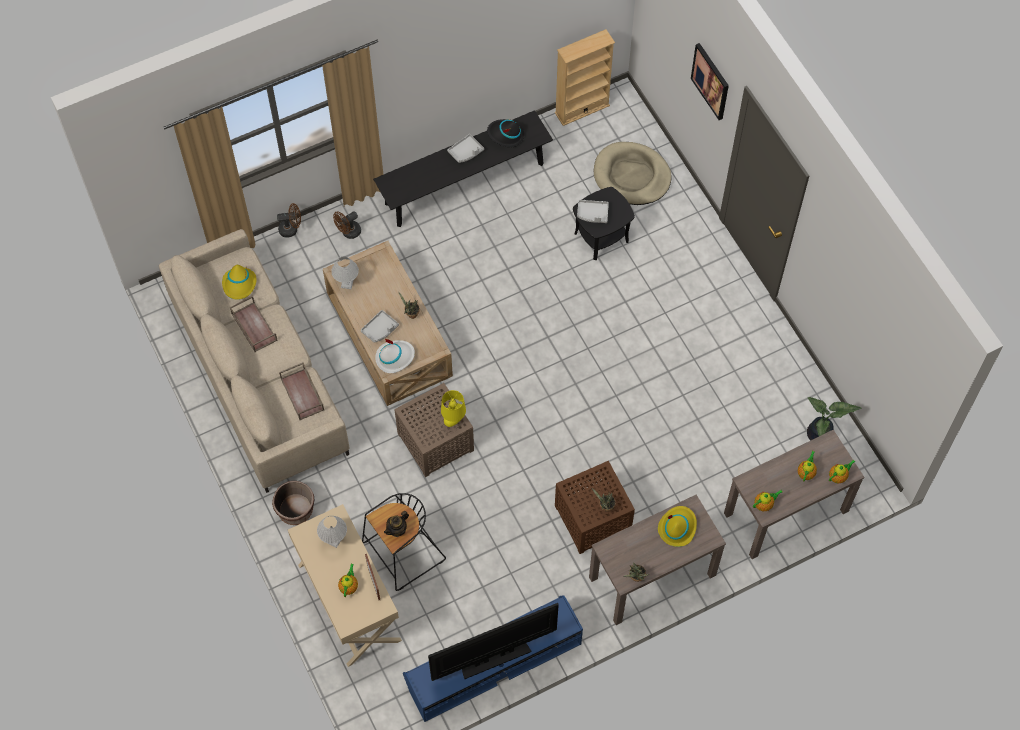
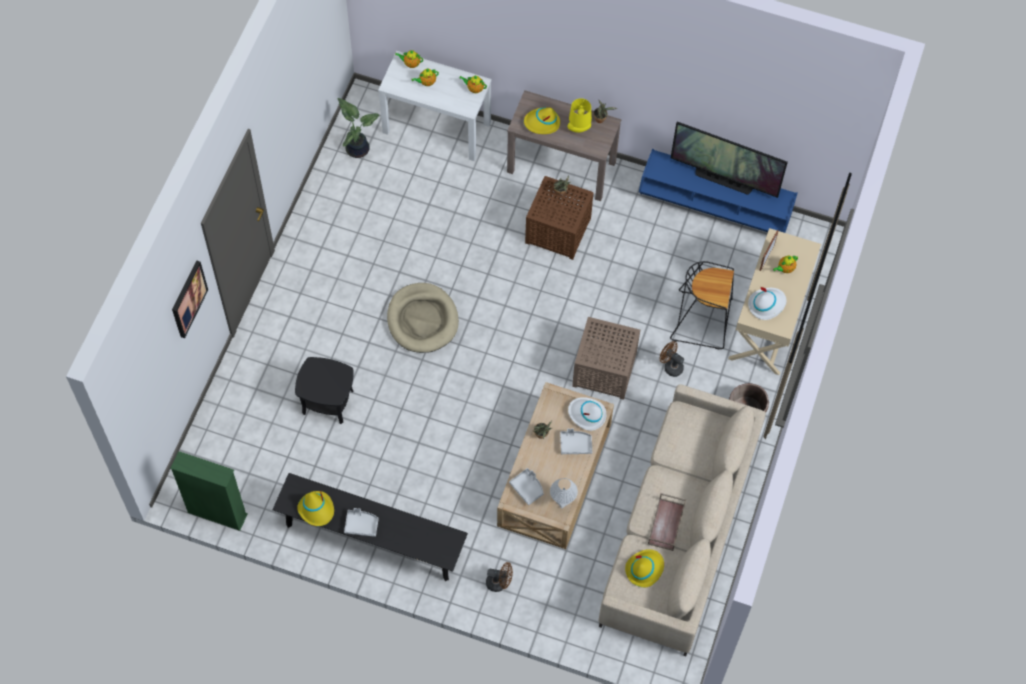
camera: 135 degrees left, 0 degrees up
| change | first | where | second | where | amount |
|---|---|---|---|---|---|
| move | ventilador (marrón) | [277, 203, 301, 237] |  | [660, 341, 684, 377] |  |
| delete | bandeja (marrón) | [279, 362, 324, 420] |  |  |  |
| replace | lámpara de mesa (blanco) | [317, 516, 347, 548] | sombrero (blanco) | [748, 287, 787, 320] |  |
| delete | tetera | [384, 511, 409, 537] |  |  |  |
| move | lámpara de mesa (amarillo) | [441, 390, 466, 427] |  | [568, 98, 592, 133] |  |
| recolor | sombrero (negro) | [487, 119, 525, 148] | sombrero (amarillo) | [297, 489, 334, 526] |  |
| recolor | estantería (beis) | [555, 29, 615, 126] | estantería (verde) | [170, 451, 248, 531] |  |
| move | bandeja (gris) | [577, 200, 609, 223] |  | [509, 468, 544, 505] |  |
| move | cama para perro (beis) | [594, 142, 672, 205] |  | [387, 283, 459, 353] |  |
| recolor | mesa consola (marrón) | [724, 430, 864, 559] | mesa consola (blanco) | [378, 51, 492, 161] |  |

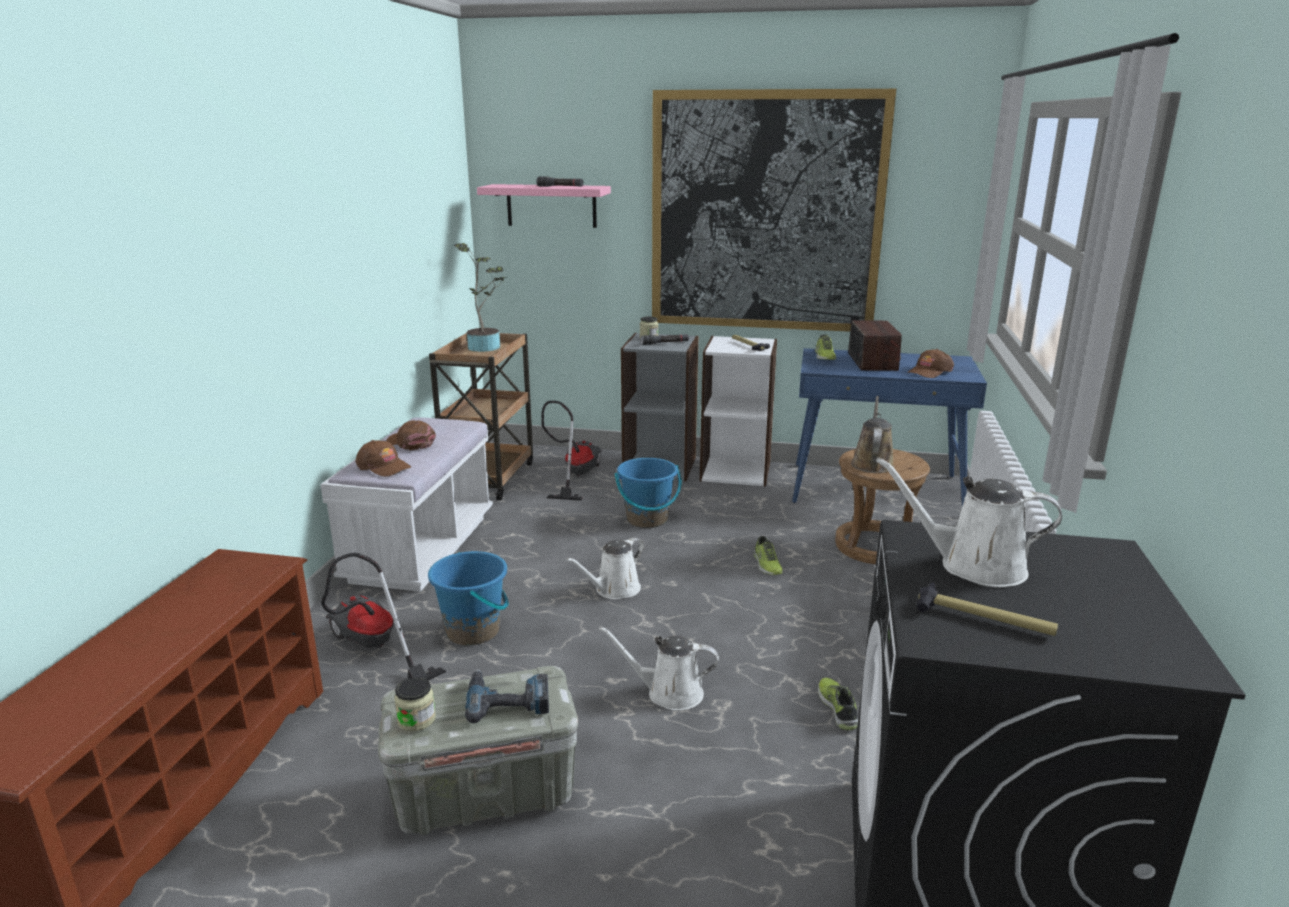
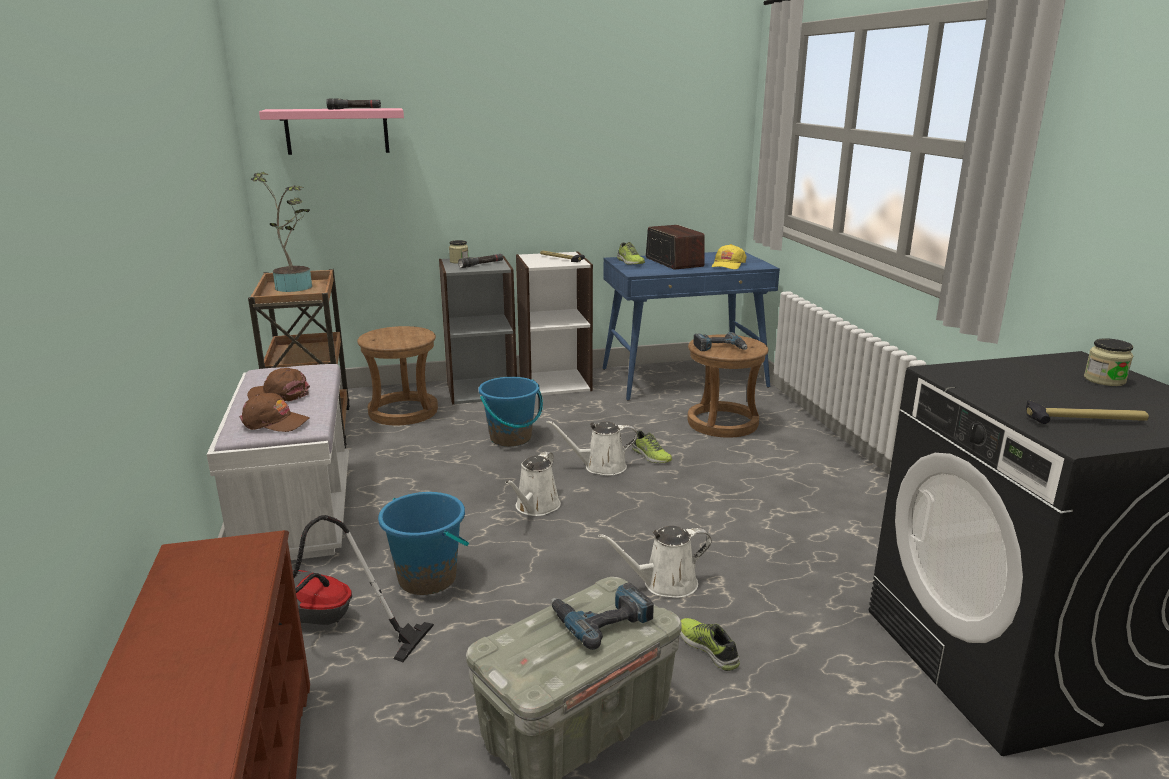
camera: 25 degrees left, 0 degrees up
| change | first | where | second | where | amount |
|---|---|---|---|---|---|
| move | tarro | [394, 677, 436, 731] |  | [1084, 338, 1133, 386] |  |
| replace | aspiradora | [541, 400, 602, 501] | taburete (marrón) | [357, 326, 438, 425] |  |
| delete | cuadro | [652, 89, 896, 332] |  |  |  |
| move | zapato | [818, 678, 858, 730] |  | [680, 618, 740, 671] |  |
| replace | regadera (marrón) | [851, 396, 894, 473] | taladro | [693, 332, 747, 351] |  |
| move | regadera (blanco) | [876, 457, 1062, 587] |  | [547, 420, 638, 476] |  |
| recolor | gorra (marrón) | [907, 349, 954, 378] | gorra (amarillo) | [712, 244, 746, 269] |  |

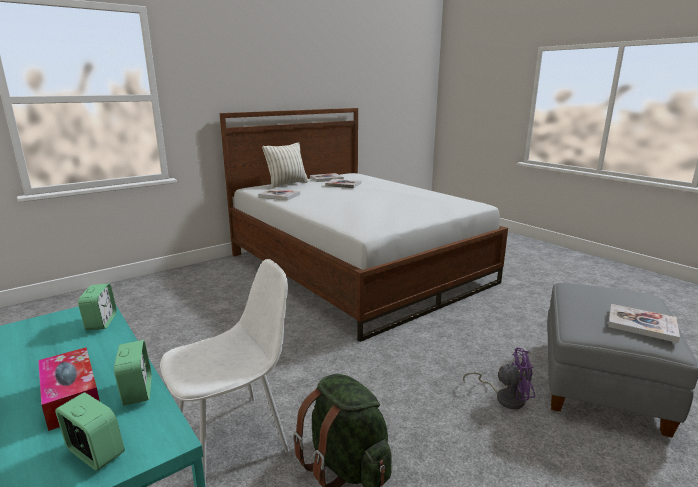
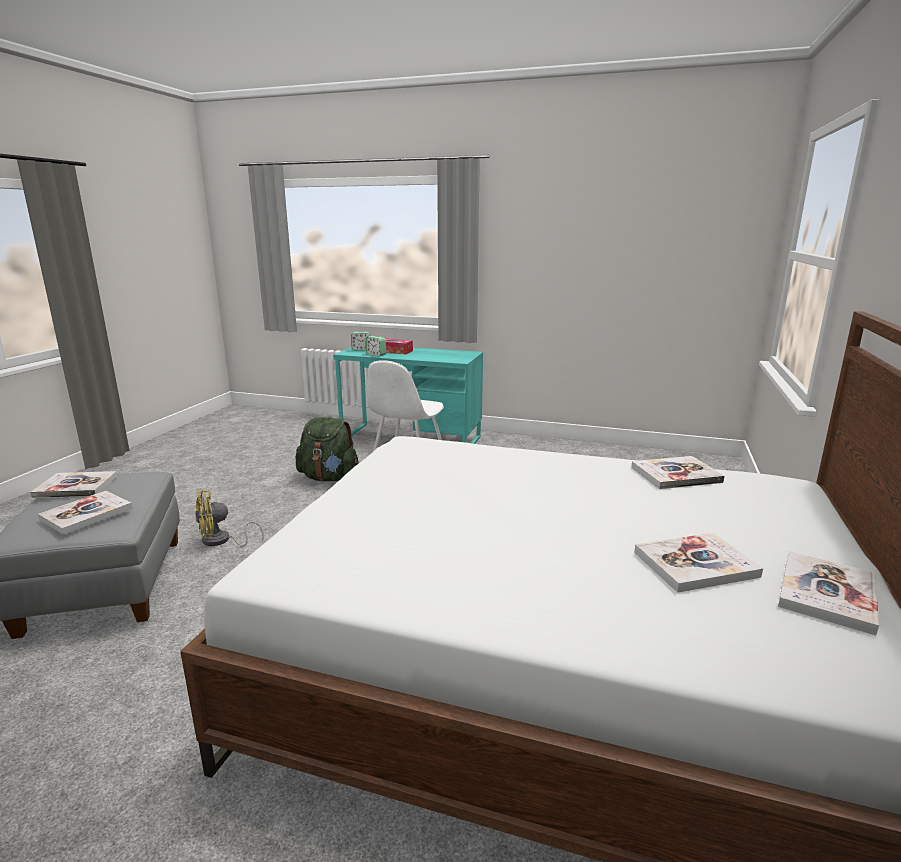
camera: 145 degrees right, 0 degrees up
| change | first | where | second | where | amount |
|---|---|---|---|---|---|
| delete | despertador | [78, 284, 116, 331] |  |  |  |
| delete | cojín | [262, 142, 308, 188] |  |  |  |
| recolor | ventilador (morado) | [463, 348, 535, 409] | ventilador (amarillo) | [195, 490, 264, 547] |  |
| insert |  |  | libro | [38, 491, 133, 535] |  |

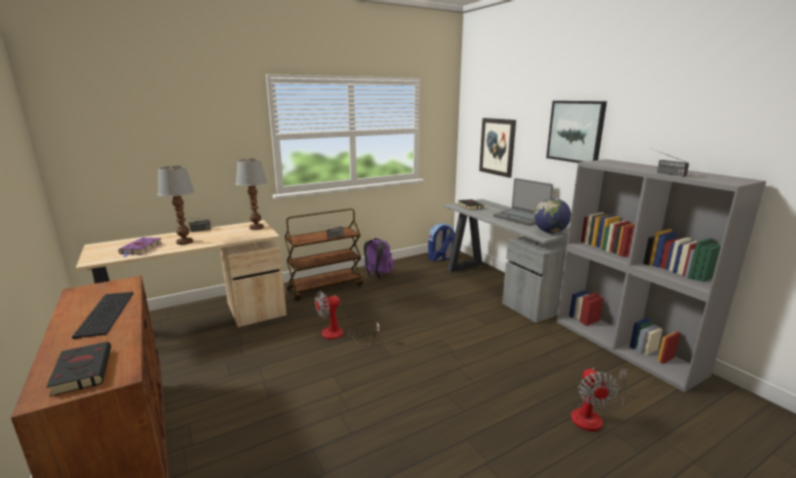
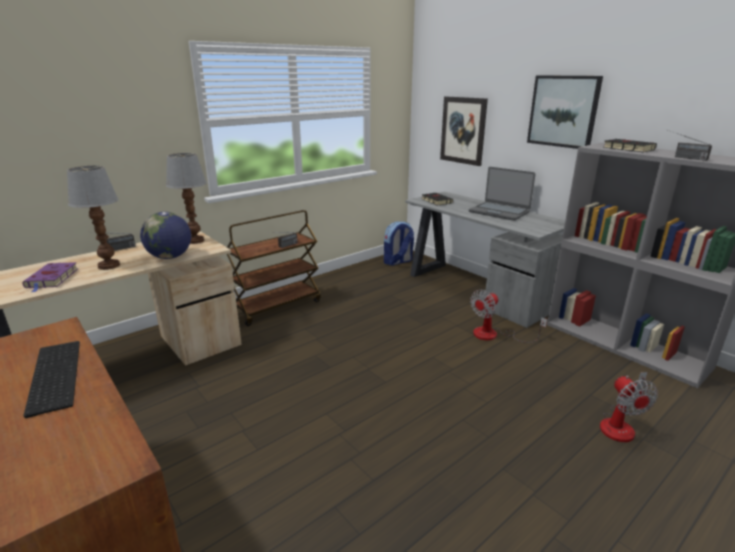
camera: 10 degrees left, 5 degrees up
| change | first | where | second | where | amount |
|---|---|---|---|---|---|
| move | libro (negro) | [46, 342, 111, 397] |  | [603, 139, 657, 152] |  |
| move | ventilador | [315, 291, 380, 345] |  | [470, 290, 547, 343] |  |
| delete | mochila (morado) | [364, 238, 394, 278] |  |  |  |
| move | globo terráqueo | [534, 198, 571, 233] |  | [140, 212, 191, 259] |  |

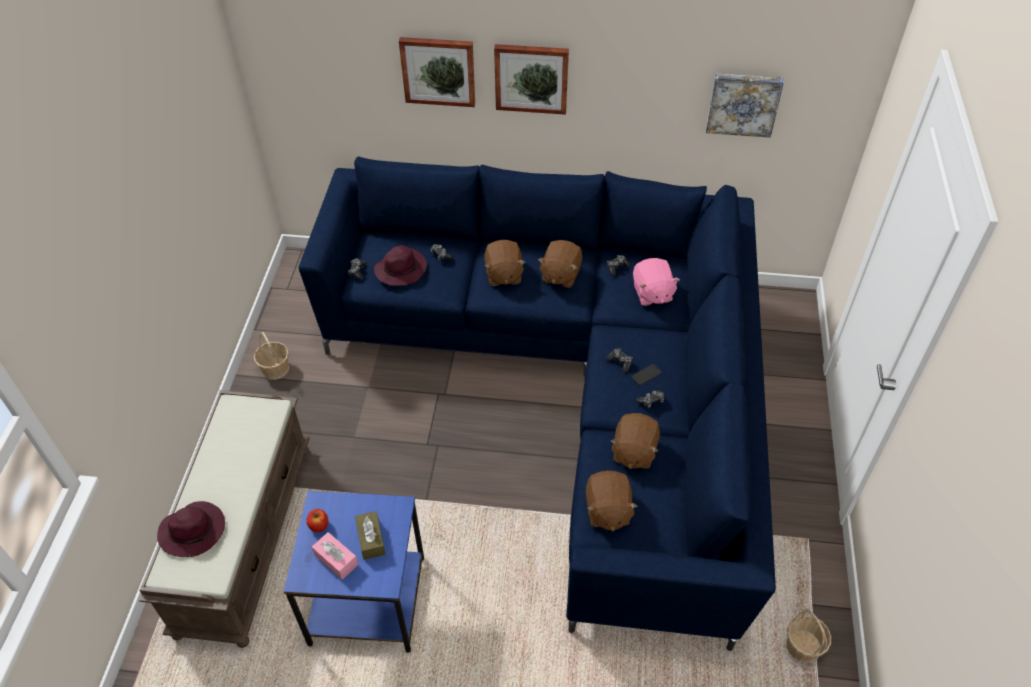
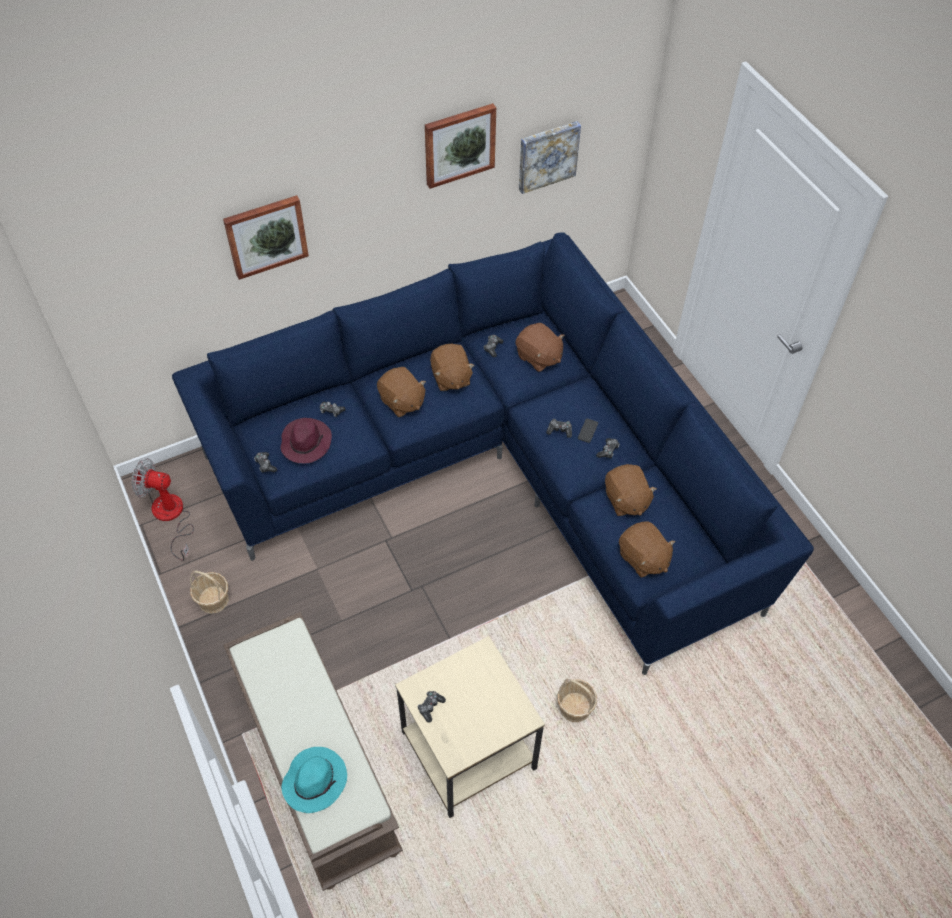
camera: 35 degrees left, 5 degrees up
| change | first | where | second | where | amount |
|---|---|---|---|---|---|
| recolor | sombrero (morado) | [157, 501, 225, 557] | sombrero (turquesa) | [282, 747, 347, 813] |  |
| recolor | mesa auxiliar (azul) | [283, 491, 424, 653] | mesa auxiliar (beis) | [395, 636, 545, 818] |  |
| replace | manzana | [306, 509, 328, 532] | mando de consola | [417, 691, 446, 723] |  |
| delete | caja de pañuelos (rosa) | [312, 532, 358, 580] |  |  |  |
| delete | caja de pañuelos (marrón) | [355, 511, 385, 560] |  |  |  |
| move | cuadro | [494, 44, 569, 115] |  | [425, 103, 496, 189] |  |
| recolor | peluche (rosa) | [633, 258, 680, 306] | peluche (marrón) | [516, 323, 564, 372] |  |
| move | cesta | [786, 609, 831, 663] |  | [557, 679, 597, 722] |  |
| insert |  |  | ventilador | [132, 458, 194, 561] |  |

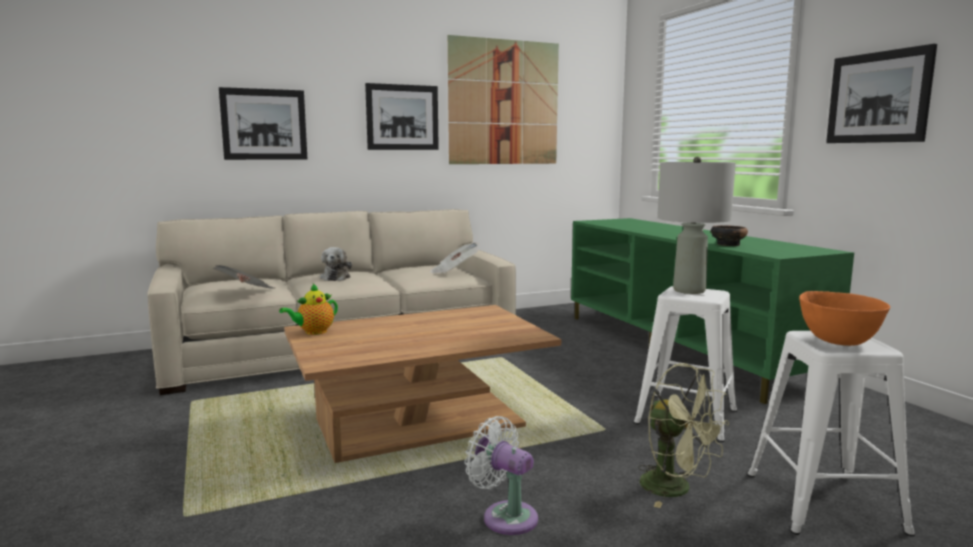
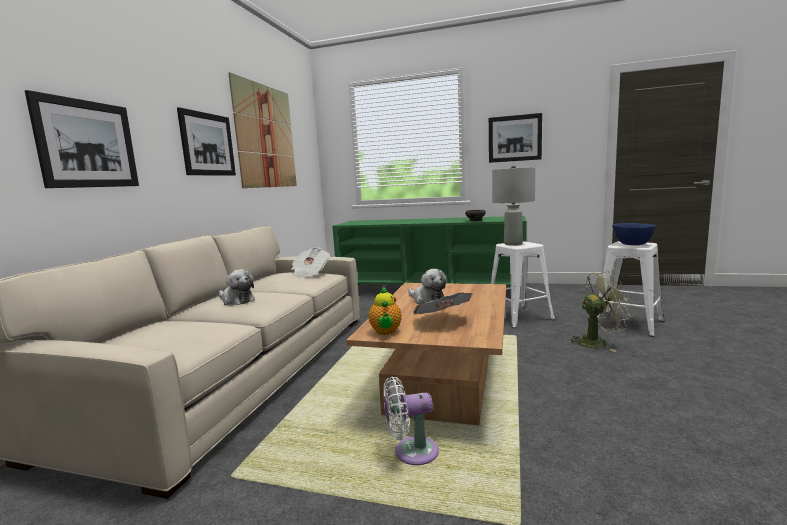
camera: 50 degrees left, 0 degrees up
| change | first | where | second | where | amount |
|---|---|---|---|---|---|
| move | periódico | [213, 265, 274, 289] |  | [413, 293, 472, 315] |  |
| move | ventilador (blanco) | [465, 416, 538, 535] |  | [383, 376, 439, 465] |  |
| recolor | cuenco (naranja) | [799, 291, 891, 346] | cuenco (azul) | [612, 223, 656, 245] |  |
| insert |  |  | peluche | [408, 269, 447, 304] |  |

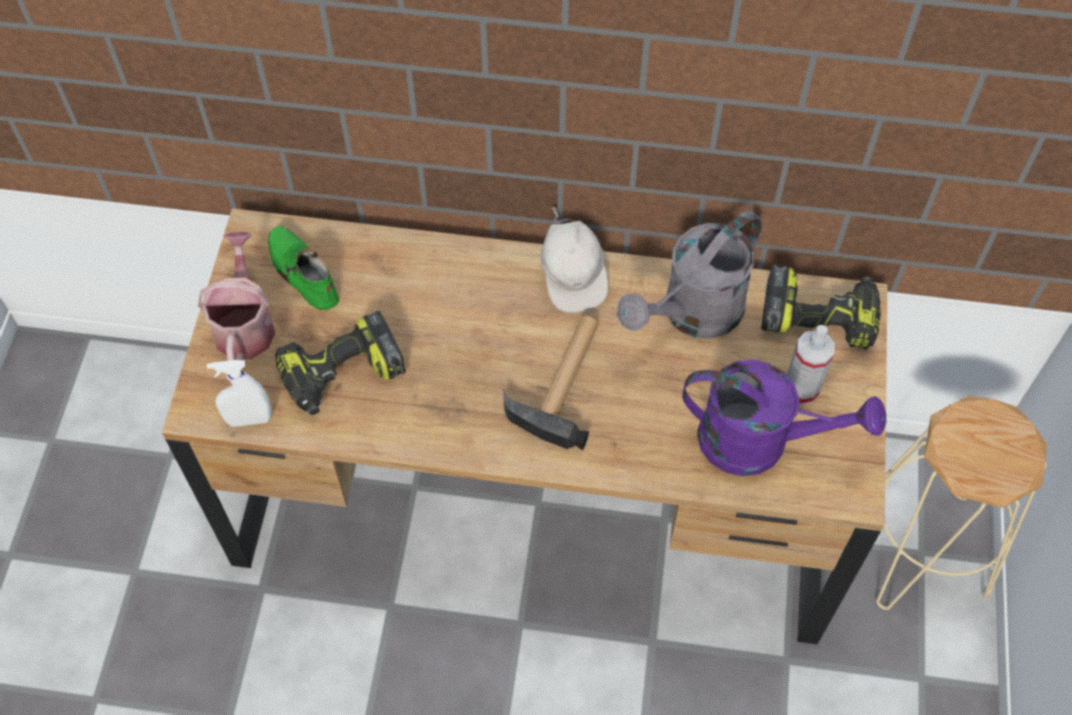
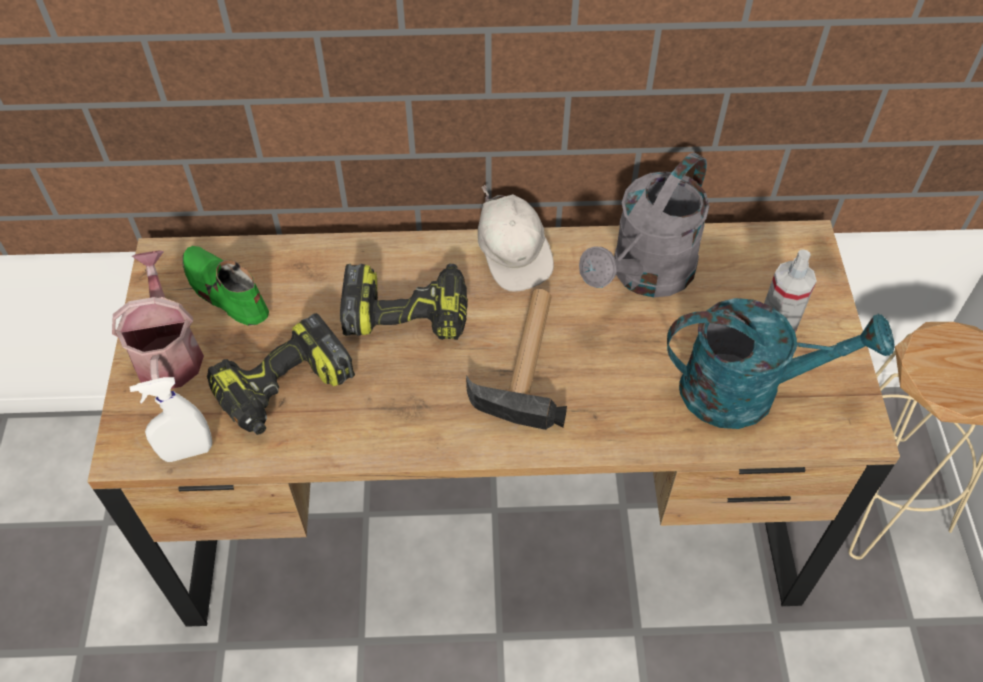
camera: 10 degrees left, 5 degrees down
| change | first | where | second | where | amount |
|---|---|---|---|---|---|
| recolor | regadera (morado) | [682, 359, 886, 476] | regadera (turquesa) | [667, 298, 895, 429] |  |
| move | taladro | [761, 264, 881, 350] |  | [340, 264, 468, 340] |  |

